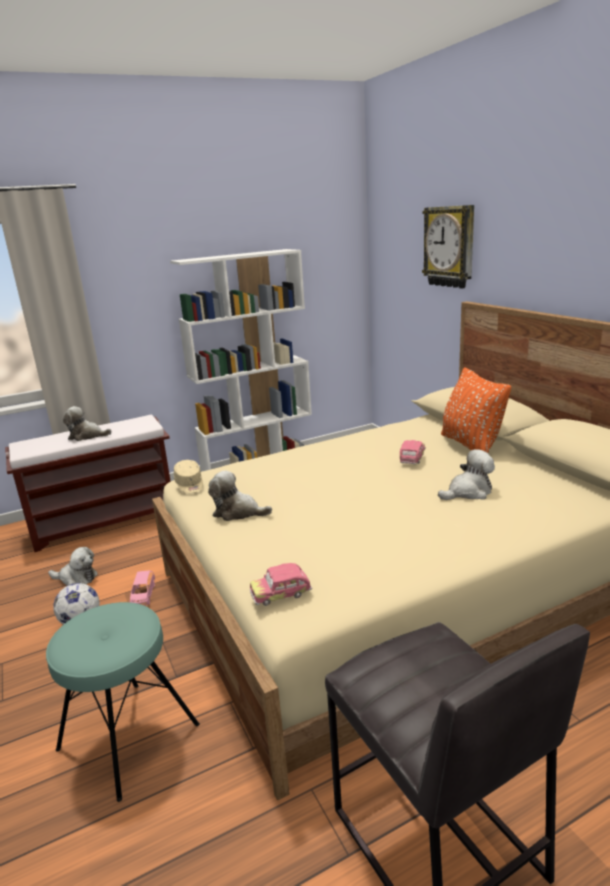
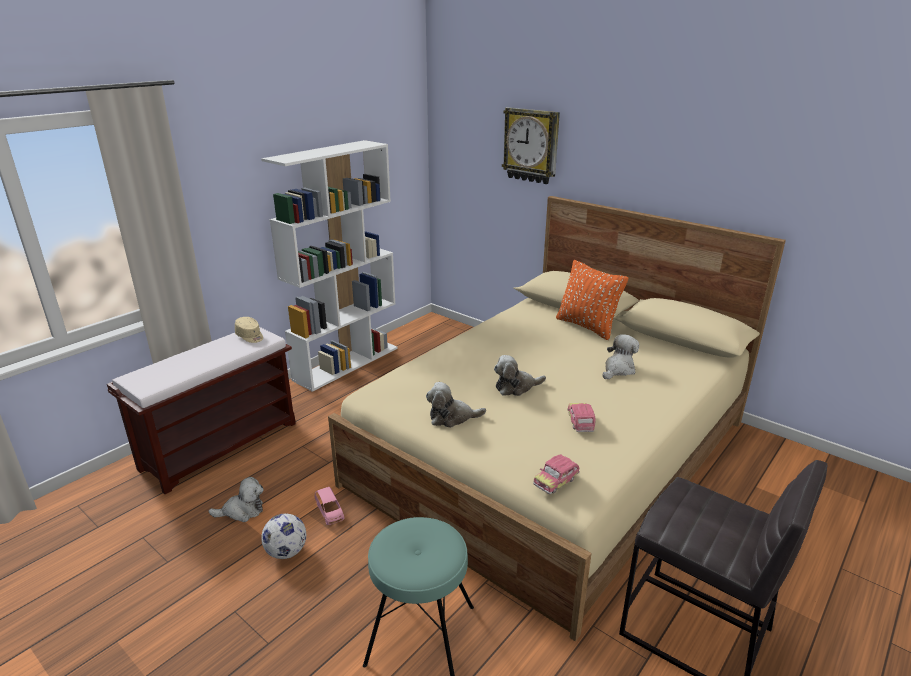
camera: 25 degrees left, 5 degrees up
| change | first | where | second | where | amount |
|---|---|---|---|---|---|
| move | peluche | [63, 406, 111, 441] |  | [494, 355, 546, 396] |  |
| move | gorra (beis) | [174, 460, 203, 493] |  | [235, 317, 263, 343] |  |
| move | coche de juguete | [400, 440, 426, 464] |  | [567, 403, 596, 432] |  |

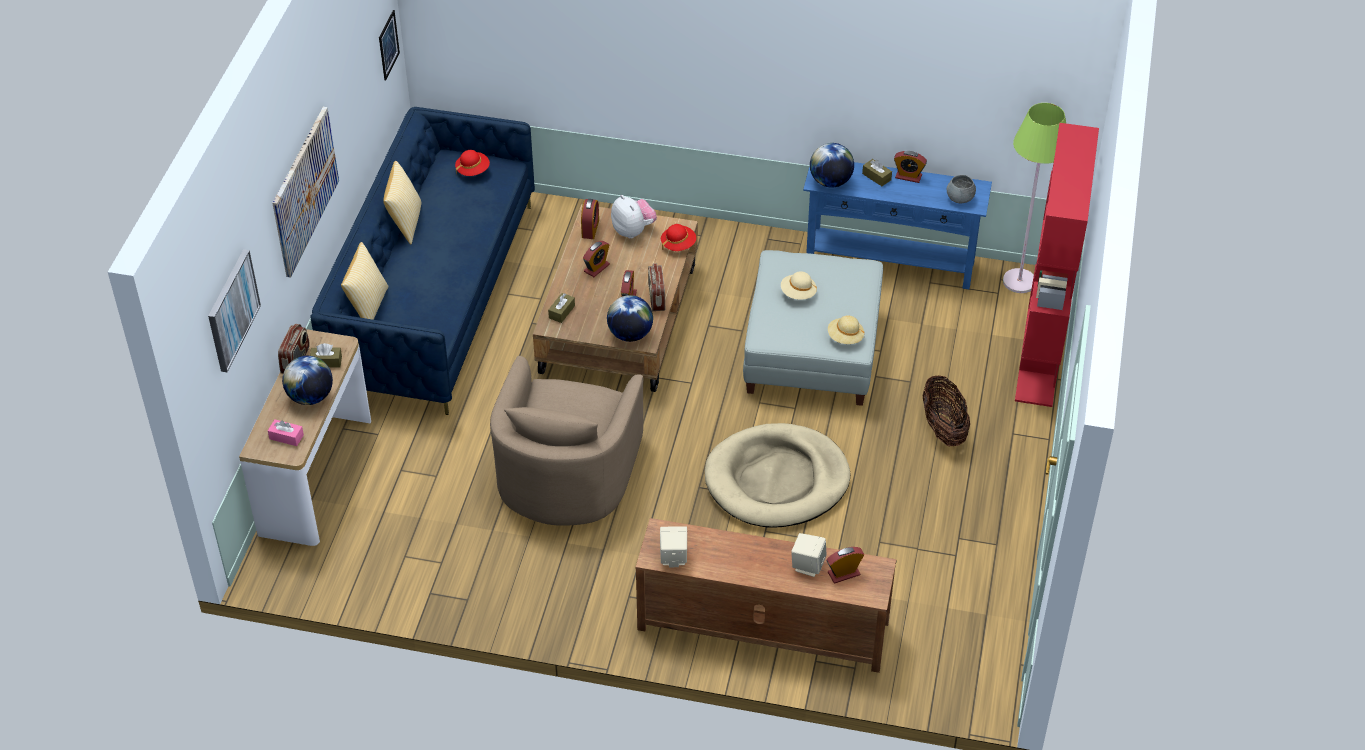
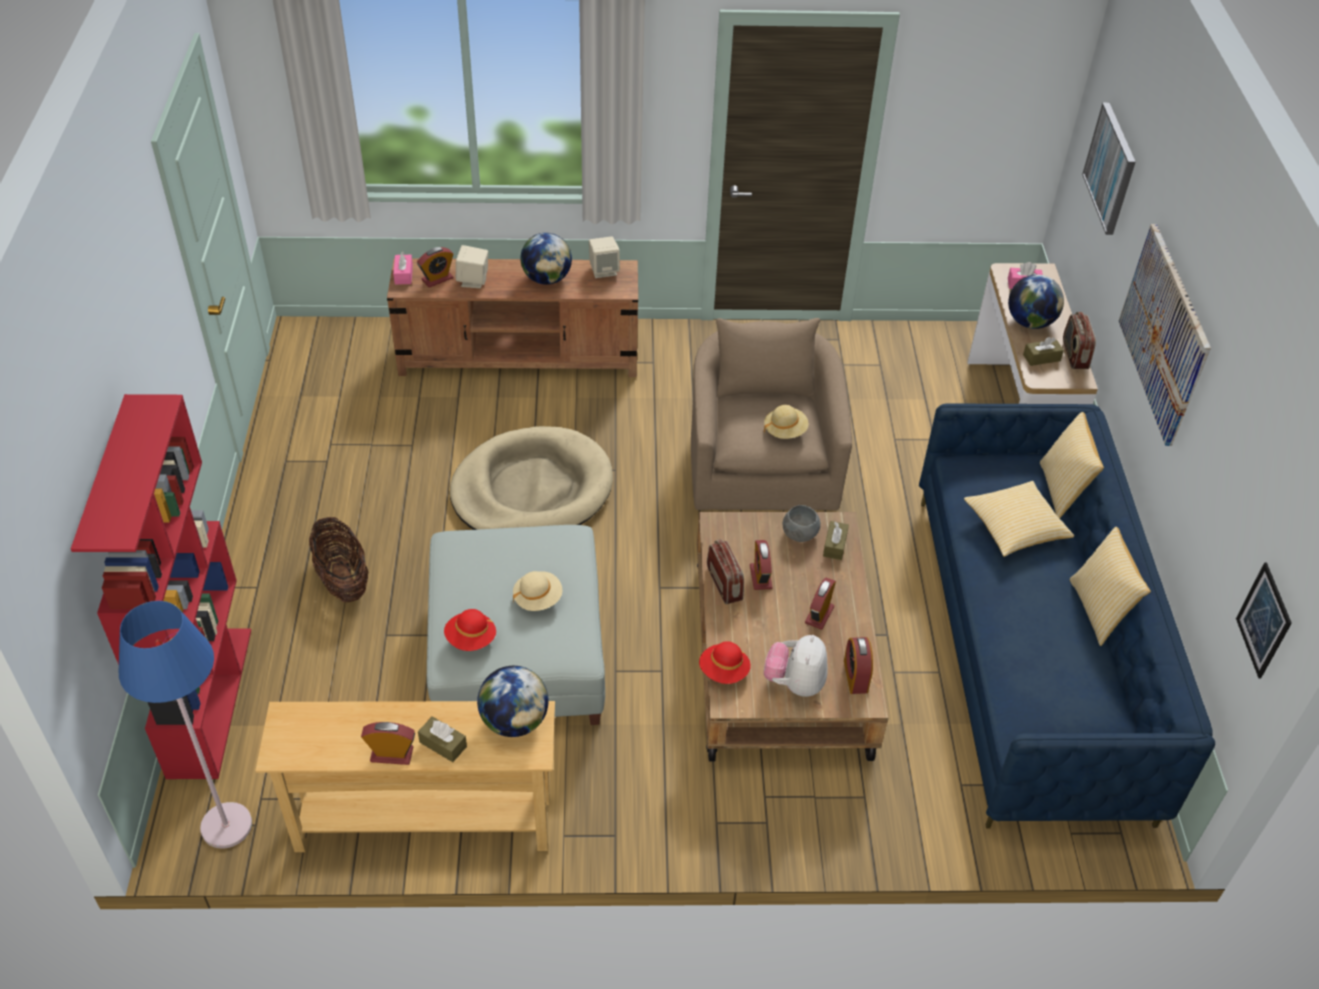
camera: 165 degrees right, 0 degrees up
| change | first | where | second | where | amount |
|---|---|---|---|---|---|
| move | sombrero (rojo) | [455, 150, 490, 176] |  | [444, 609, 496, 651] |  |
| move | globo terráqueo | [607, 295, 653, 342] |  | [520, 233, 572, 285] |  |
| rotate | peluche | [611, 195, 657, 239] |  | [764, 635, 828, 697] | 60 degrees clockwise |
| recolor | mesa consola (azul) | [803, 162, 992, 289] | mesa consola (beis) | [255, 701, 555, 852] |  |
| move | sombrero (beis) | [828, 315, 864, 344] |  | [764, 405, 809, 439] |  |
| move | cuenco (gris) | [947, 175, 976, 203] |  | [783, 505, 821, 542] |  |
| recolor | lámpara de pie (verde) | [1003, 103, 1066, 293] | lámpara de pie (azul) | [119, 601, 252, 849] |  |
| insert |  |  | caja de pañuelos (rosa) | [393, 252, 413, 285] |  |
| insert |  |  | cojín | [964, 481, 1074, 557] |  |

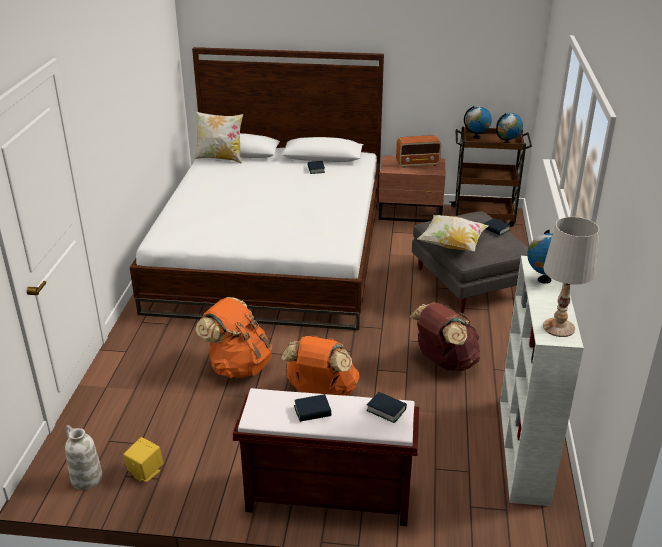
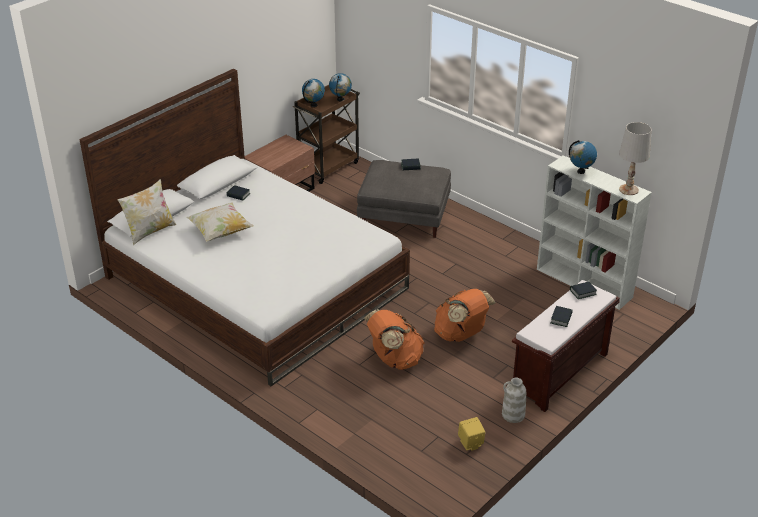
camera: 55 degrees left, 5 degrees up
| change | first | where | second | where | amount |
|---|---|---|---|---|---|
| move | florero (blanco) | [65, 425, 103, 490] |  | [502, 378, 526, 423] |  |
| delete | radio | [396, 135, 441, 168] |  |  |  |
| delete | mochila (marrón) | [409, 303, 480, 371] |  |  |  |
| move | cojín | [417, 215, 489, 251] |  | [186, 202, 254, 242] |  |

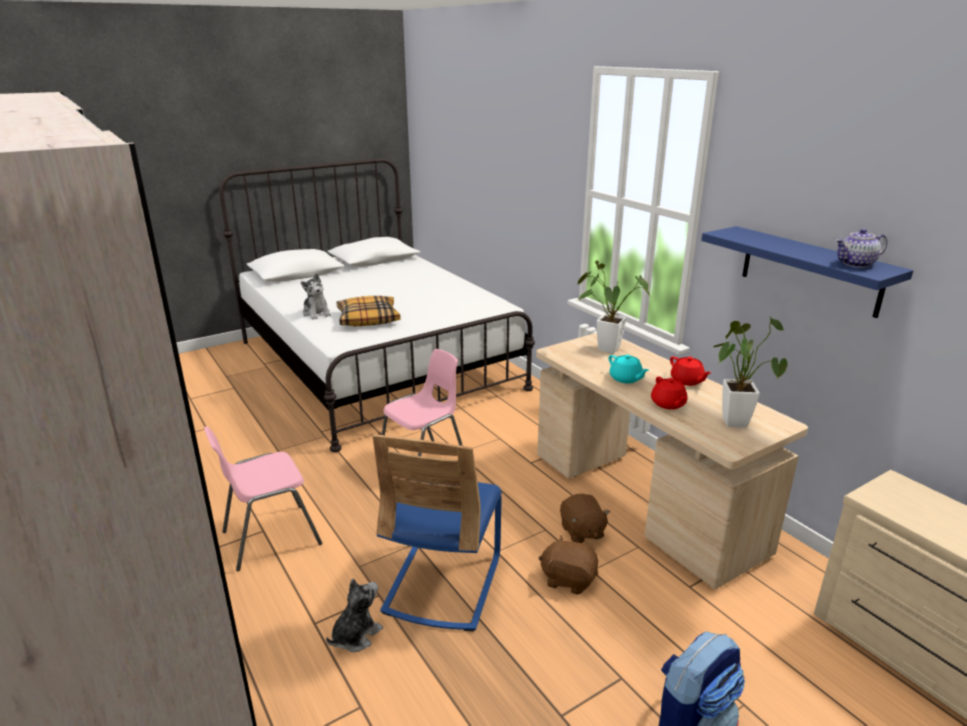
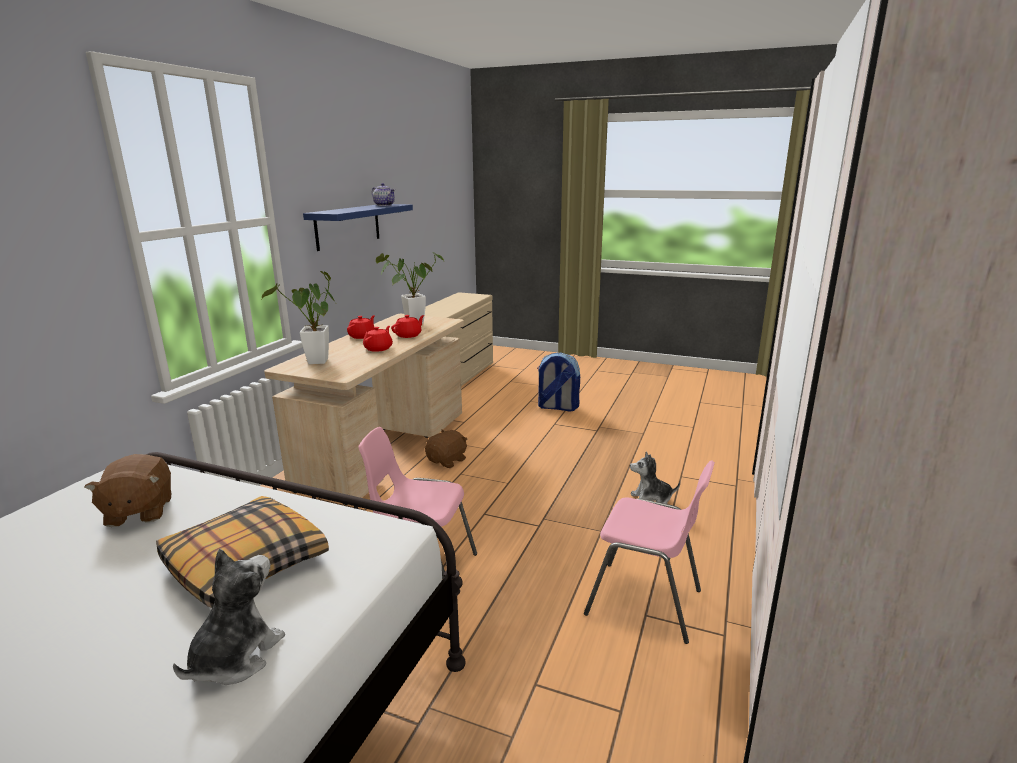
camera: 125 degrees left, 5 degrees down
| change | first | where | second | where | amount |
|---|---|---|---|---|---|
| delete | silla (azul) | [373, 434, 502, 631] |  |  |  |
| move | peluche (marrón) | [538, 536, 598, 595] |  | [84, 454, 171, 527] |  |
| recolor | tetera (turquesa) | [609, 354, 649, 384] | tetera (rojo) | [363, 326, 393, 352] |  |

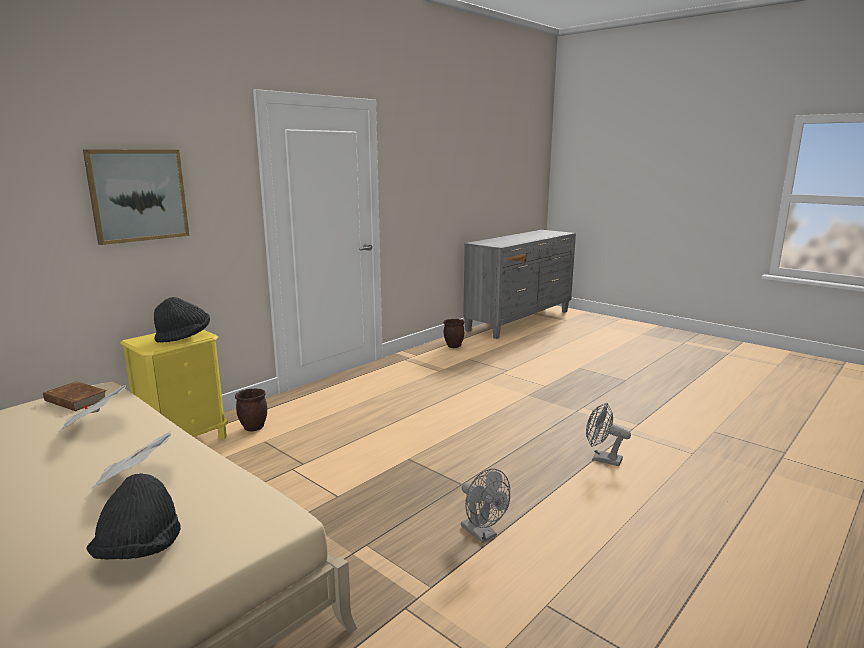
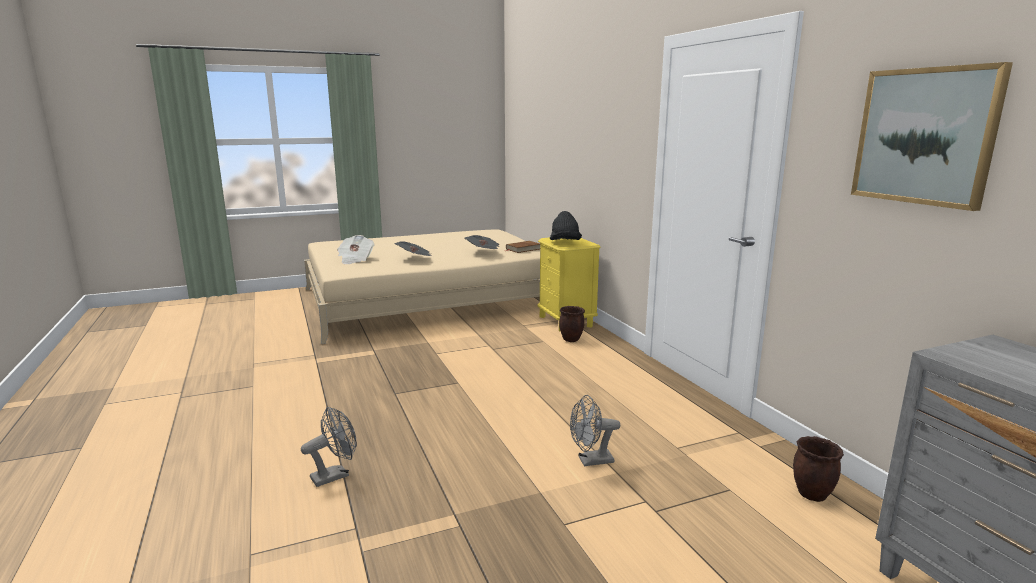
camera: 115 degrees right, 0 degrees up
| change | first | where | second | where | amount |
|---|---|---|---|---|---|
| move | cuadro | [83, 150, 189, 245] |  | [851, 62, 1013, 211] |  |
| replace | sombrero (negro) | [86, 473, 181, 560] | periódico | [337, 235, 374, 264] |  |
| move | ventilador (gris) | [461, 469, 510, 543] |  | [570, 395, 620, 466] |  |

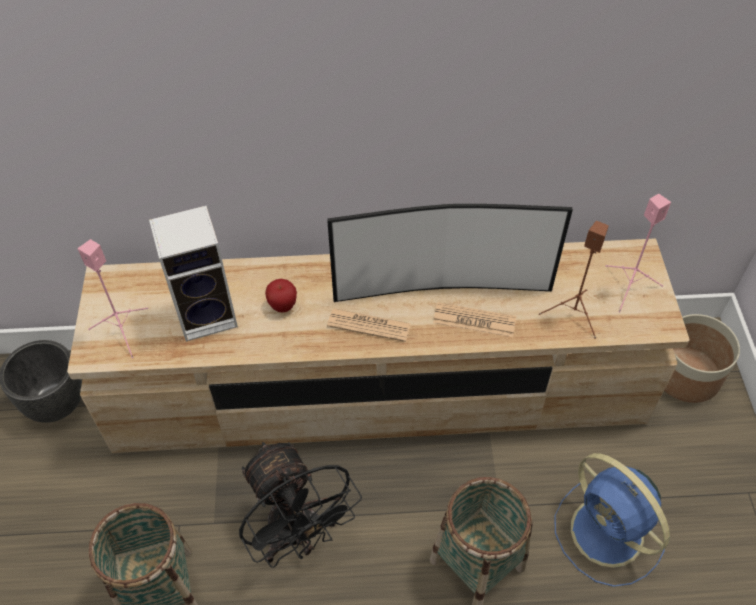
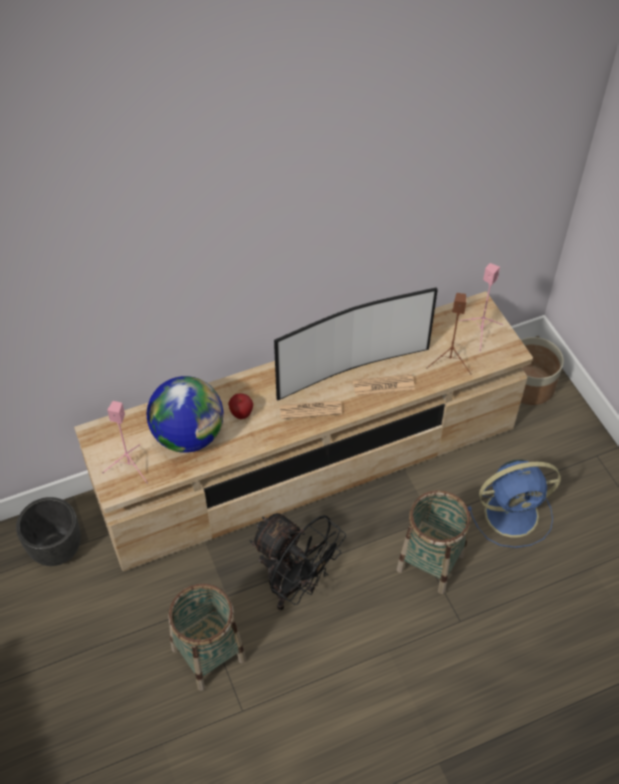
camera: 20 degrees left, 0 degrees up
| change | first | where | second | where | amount |
|---|---|---|---|---|---|
| replace | altavoz | [149, 206, 238, 342] | globo terráqueo | [147, 376, 224, 453] |  |
| rotate | ventilador (azul) | [554, 453, 670, 587] |  | [468, 460, 561, 548] | 45 degrees counterclockwise |

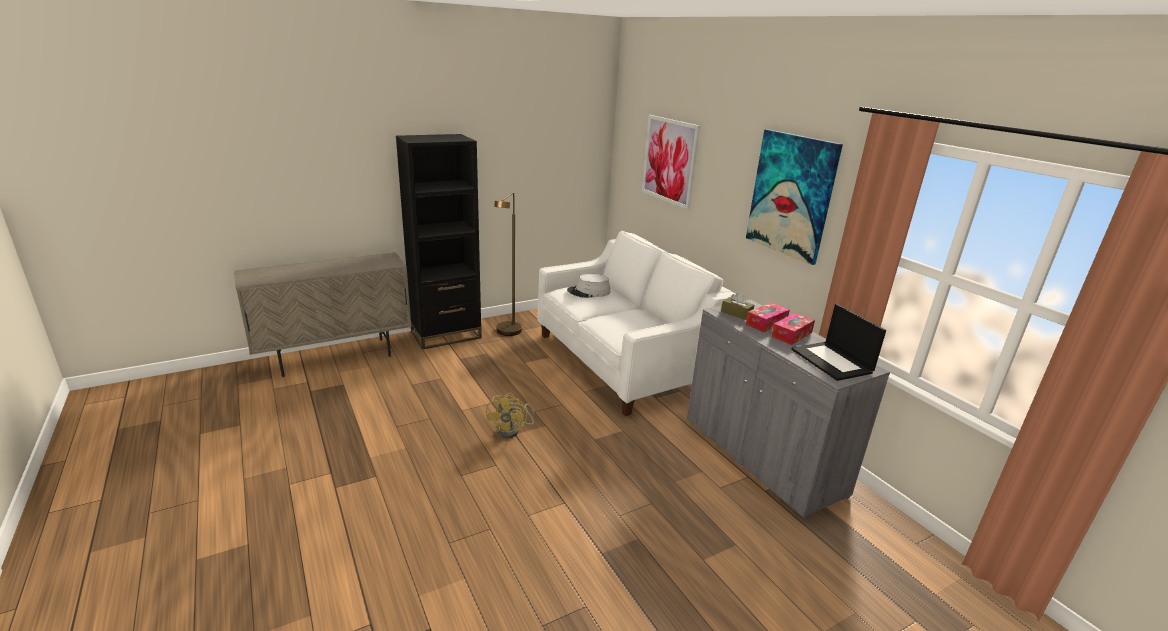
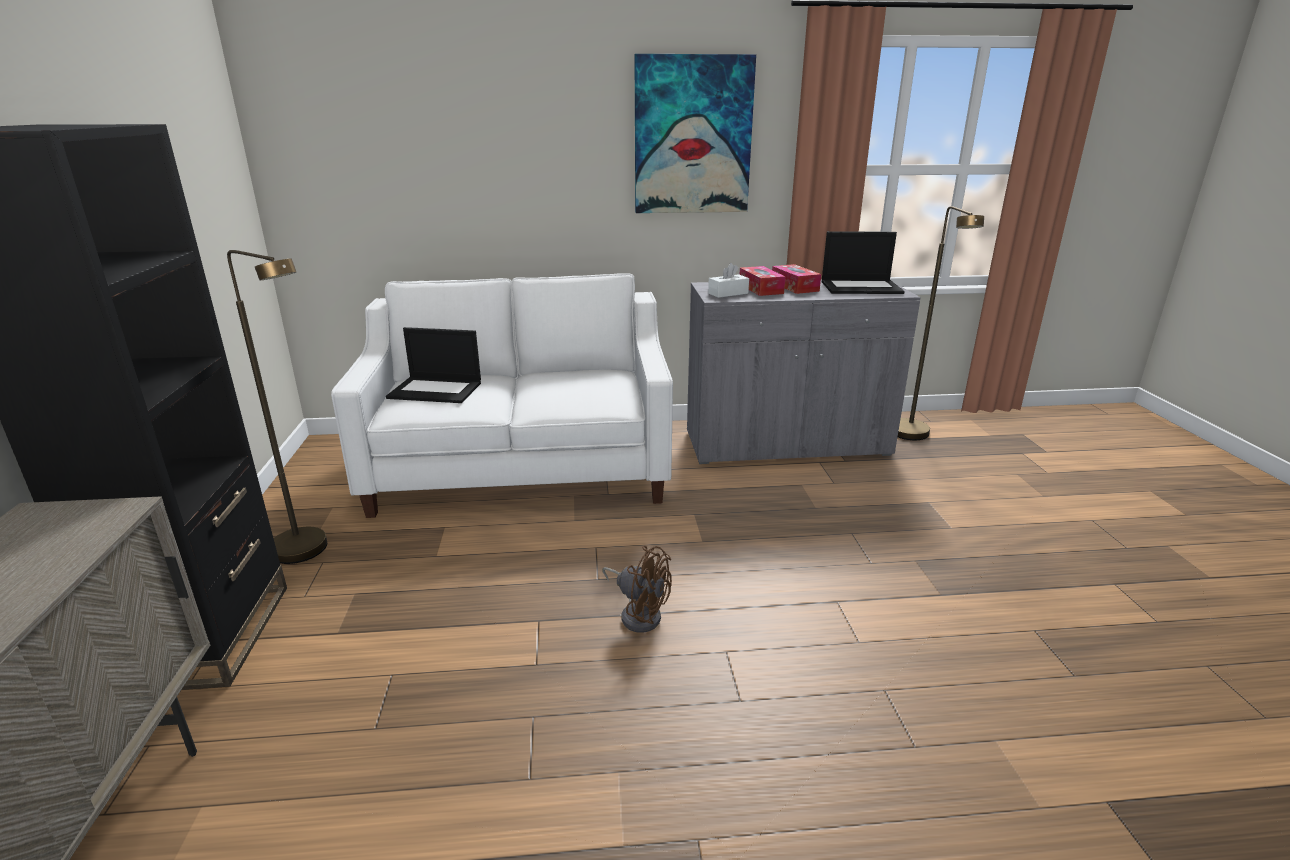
camera: 65 degrees left, 0 degrees up
| change | first | where | second | where | amount |
|---|---|---|---|---|---|
| recolor | ventilador (amarillo) | [486, 393, 534, 439] | ventilador (marrón) | [602, 546, 672, 633] |  |
| replace | sombrero (gris) | [567, 274, 610, 298] | portátil | [386, 327, 481, 403] |  |
| delete | cuadro | [642, 115, 700, 210] |  |  |  |
| recolor | caja de pañuelos (marrón) | [721, 292, 754, 320] | caja de pañuelos (blanco) | [708, 263, 749, 298] |  |
| insert |  |  | lámpara de pie (marrón) | [898, 206, 984, 440] |  |

